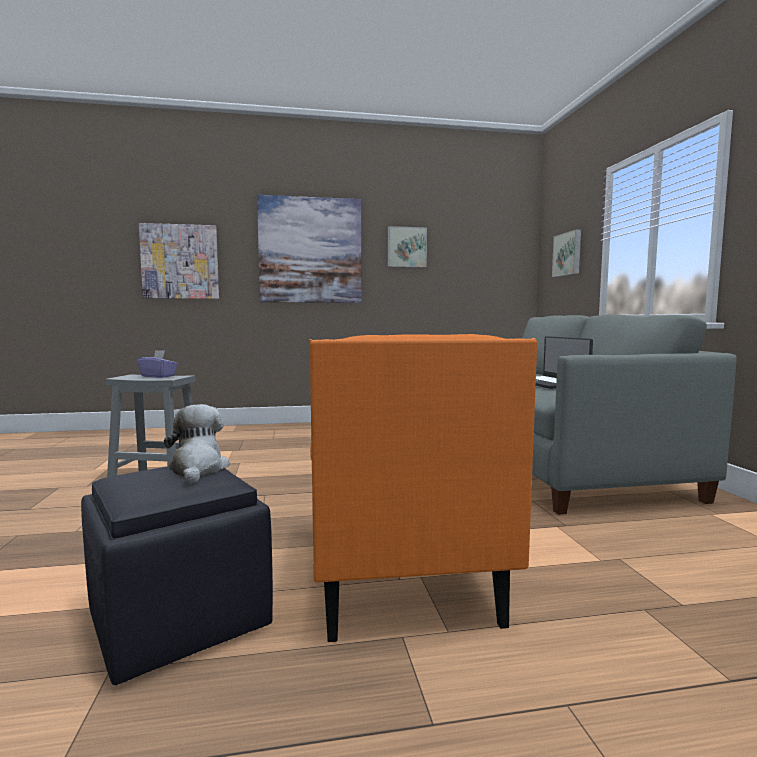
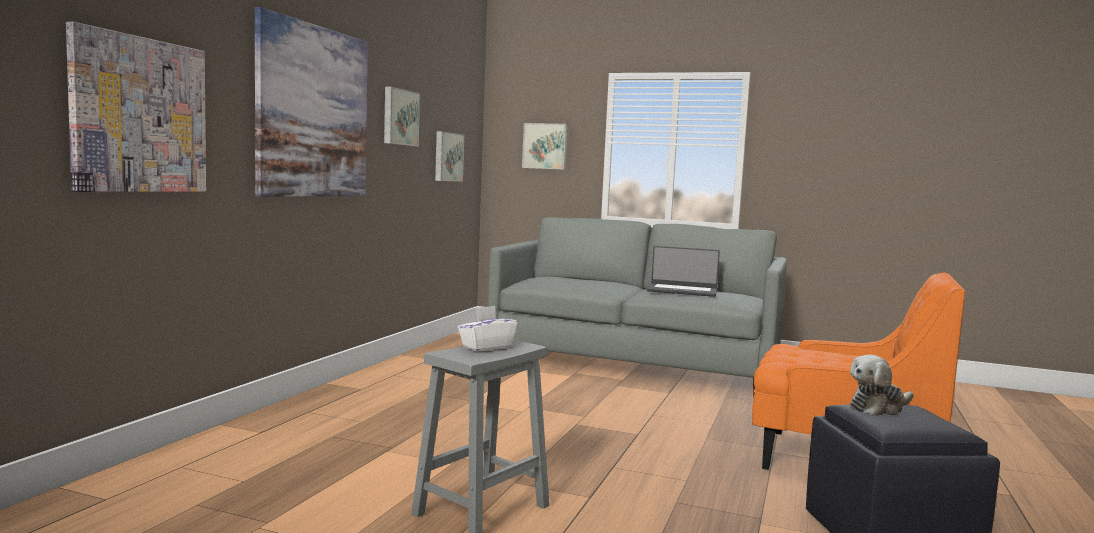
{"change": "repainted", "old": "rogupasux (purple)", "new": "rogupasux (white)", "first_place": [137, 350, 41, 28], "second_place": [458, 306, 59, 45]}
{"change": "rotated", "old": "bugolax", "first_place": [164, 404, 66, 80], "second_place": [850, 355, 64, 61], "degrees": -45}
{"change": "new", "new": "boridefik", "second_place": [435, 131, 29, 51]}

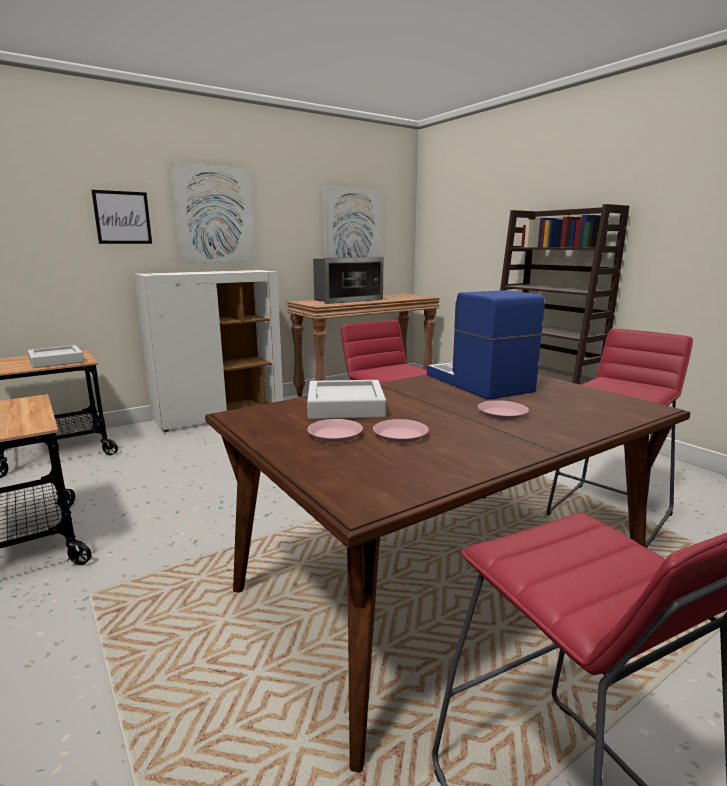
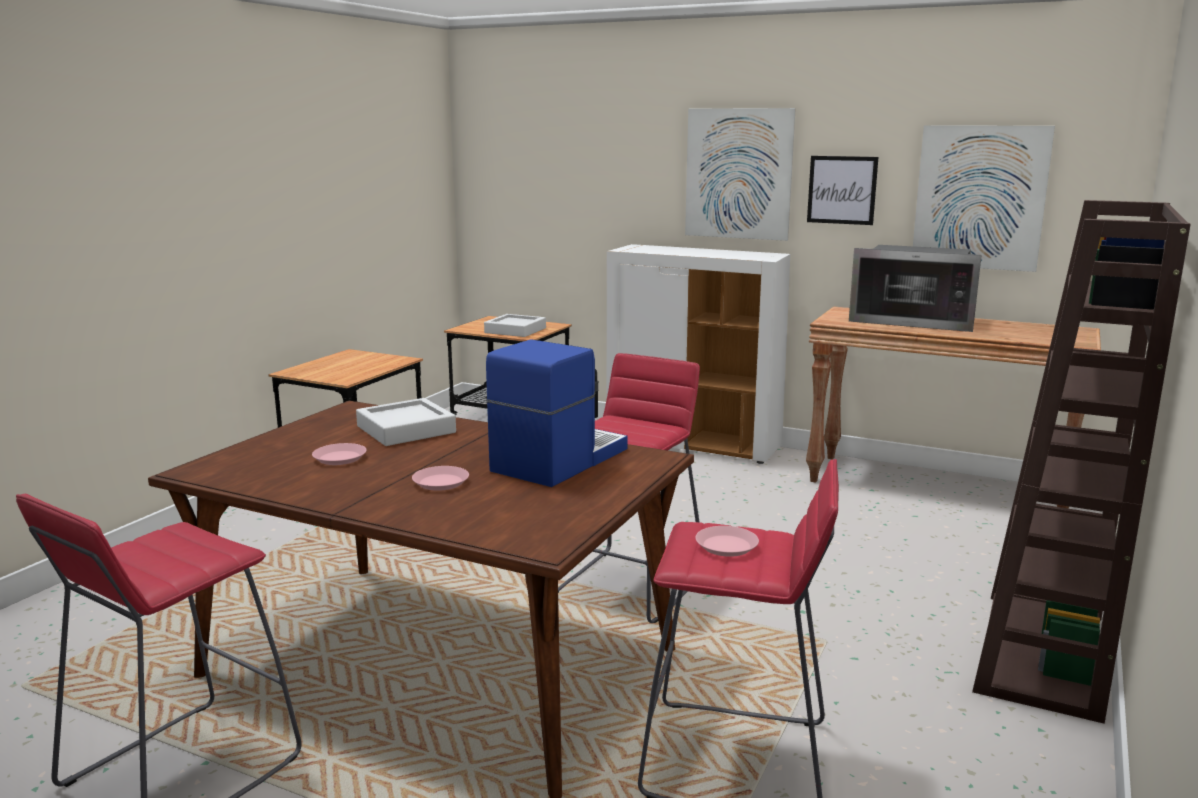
{"change": "shifted", "old": "boridefik", "first_place": [91, 190, 61, 54], "second_place": [807, 156, 71, 69]}
{"change": "shifted", "old": "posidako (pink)", "first_place": [307, 419, 56, 24], "second_place": [695, 526, 64, 31]}

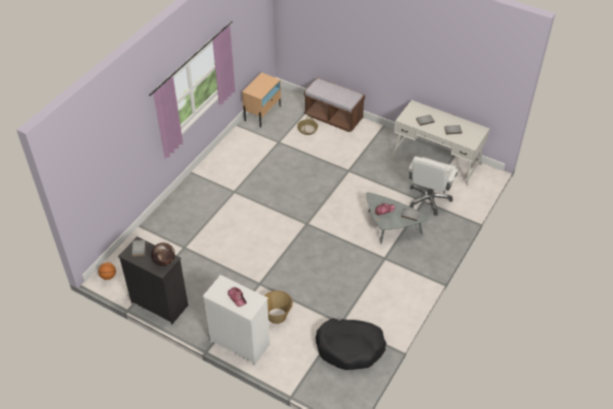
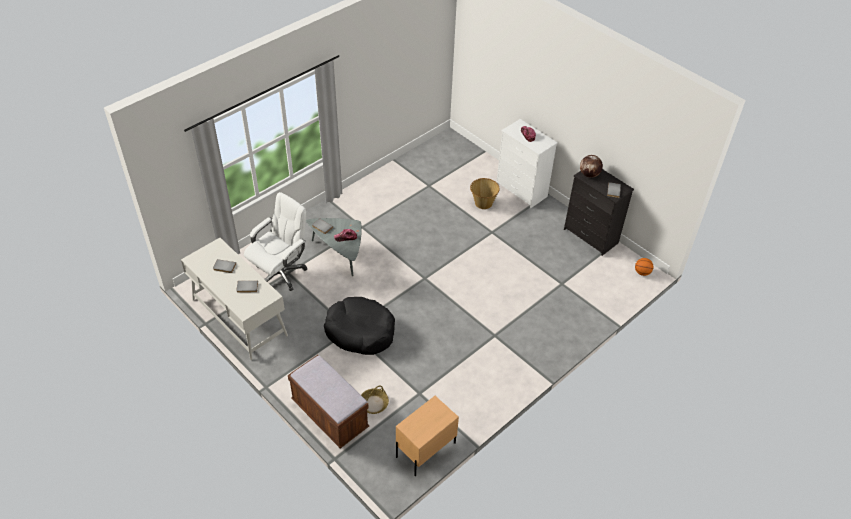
{"change": "shifted", "old": "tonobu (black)", "first_place": [316, 318, 70, 52], "second_place": [324, 297, 71, 58]}

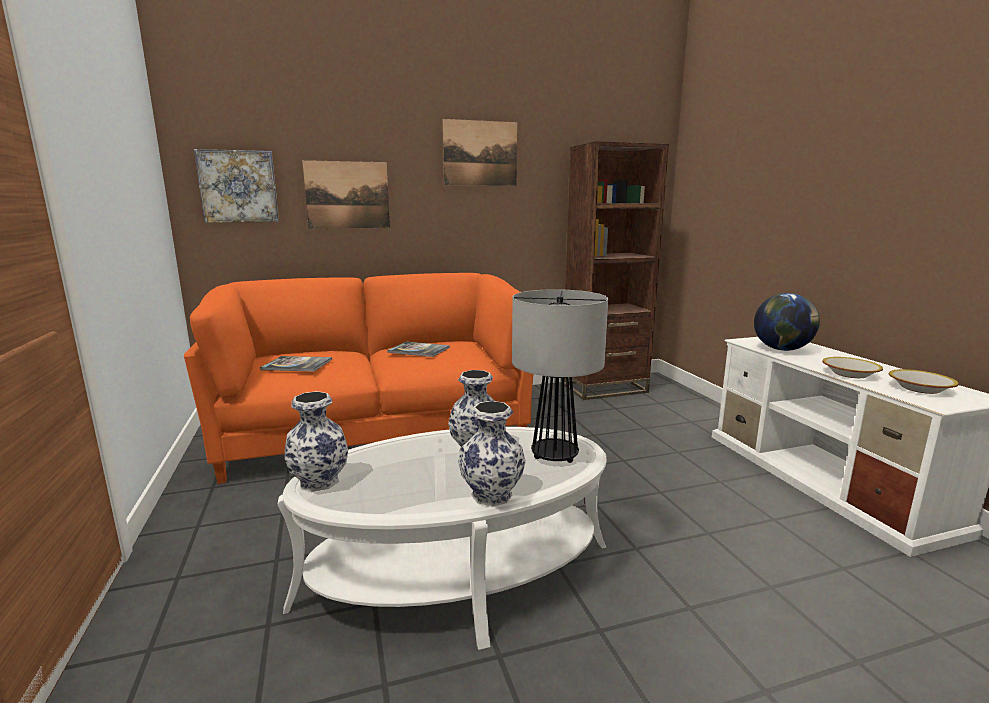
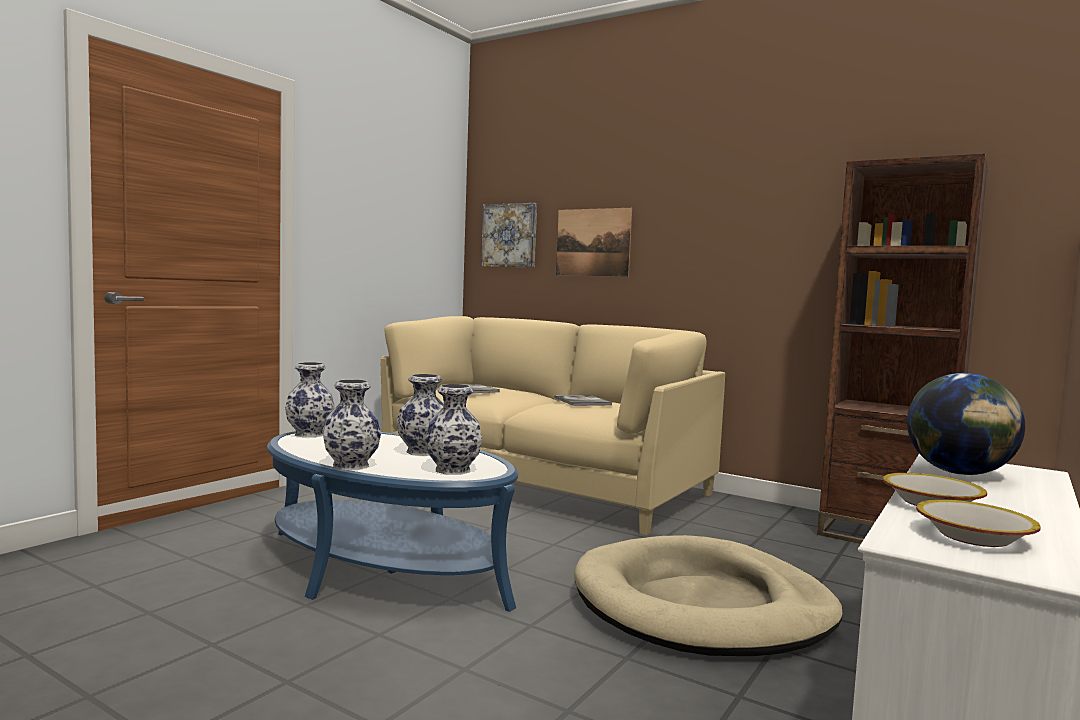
{"change": "gone", "old": "boridefik", "first_place": [443, 119, 74, 67]}
{"change": "repainted", "old": "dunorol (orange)", "new": "dunorol (beige)", "first_place": [184, 273, 349, 211], "second_place": [380, 316, 345, 219]}
{"change": "swapped", "old": "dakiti", "new": "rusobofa", "first_place": [512, 289, 96, 174], "second_place": [426, 384, 56, 91]}
{"change": "repainted", "old": "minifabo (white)", "new": "minifabo (blue)", "first_place": [278, 427, 329, 223], "second_place": [267, 431, 251, 181]}
{"change": "new", "new": "tonobu (beige)", "second_place": [574, 535, 269, 121]}

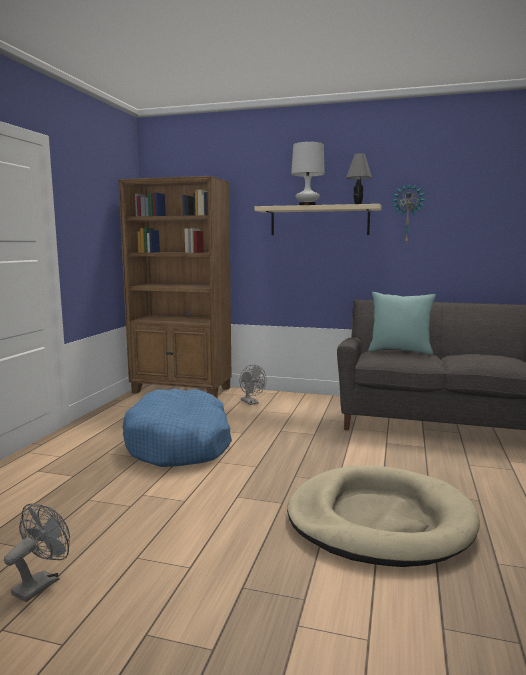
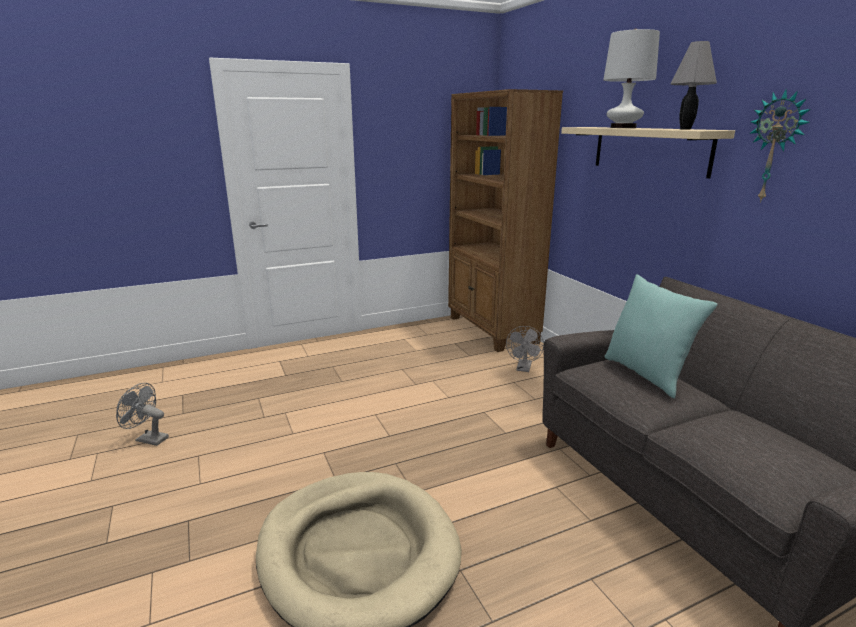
{"change": "gone", "old": "tonobu (blue)", "first_place": [123, 389, 109, 78]}
{"change": "rotated", "old": "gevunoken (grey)", "first_place": [4, 504, 66, 98], "second_place": [116, 383, 53, 63], "degrees": -150}

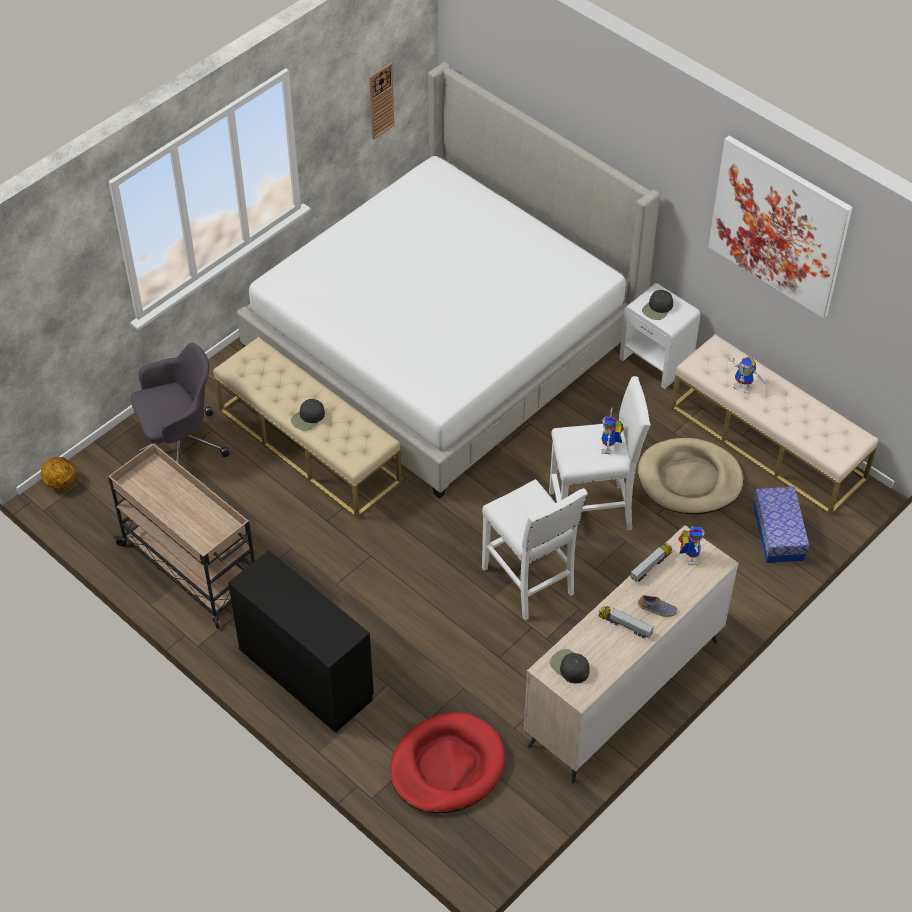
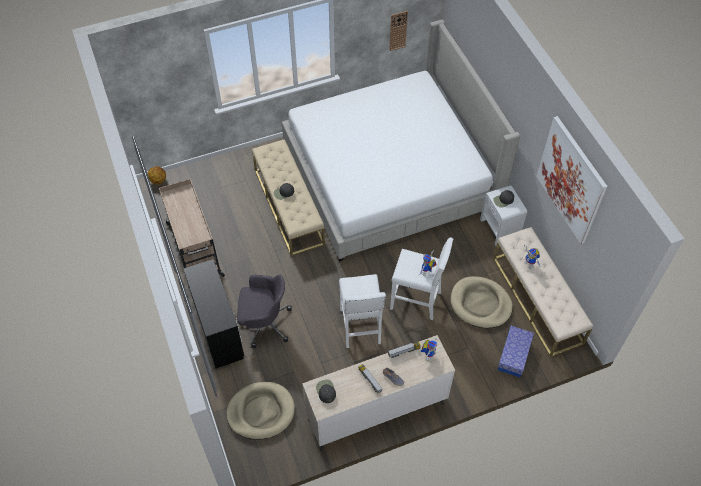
{"change": "shifted", "old": "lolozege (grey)", "first_place": [131, 343, 98, 121], "second_place": [237, 274, 55, 74]}
{"change": "repainted", "old": "tonobu (red)", "new": "tonobu (beige)", "first_place": [390, 712, 115, 101], "second_place": [227, 382, 68, 58]}

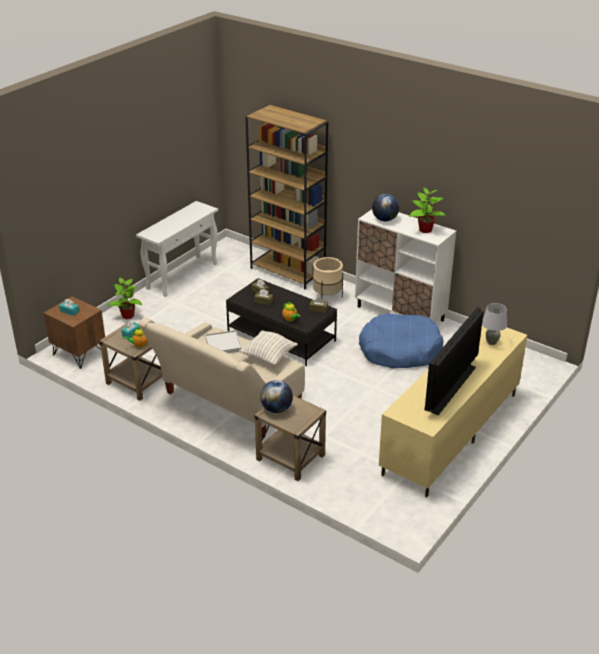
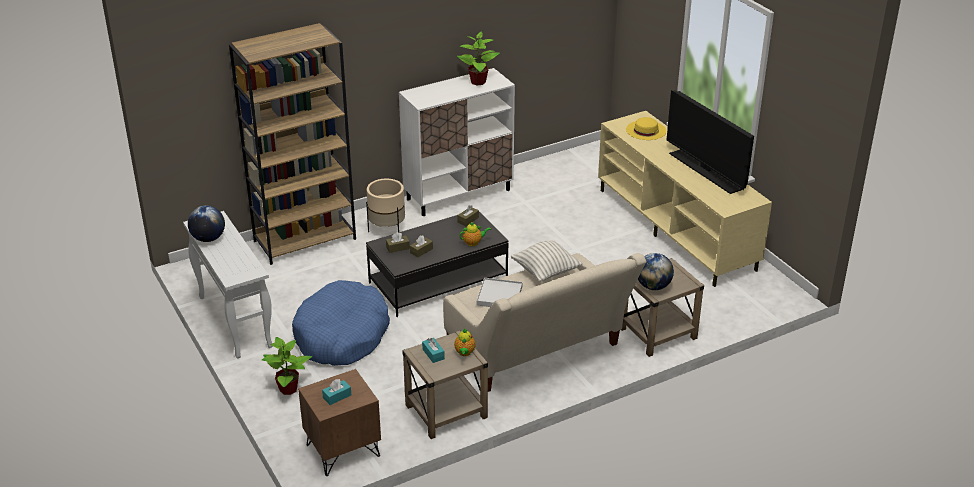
{"change": "shifted", "old": "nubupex", "first_place": [372, 194, 27, 27], "second_place": [188, 205, 37, 37]}
{"change": "swapped", "old": "dakiti (grey)", "new": "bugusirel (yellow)", "first_place": [482, 303, 25, 42], "second_place": [626, 117, 40, 23]}
{"change": "shifted", "old": "tonobu (blue)", "first_place": [359, 314, 85, 55], "second_place": [292, 280, 98, 86]}

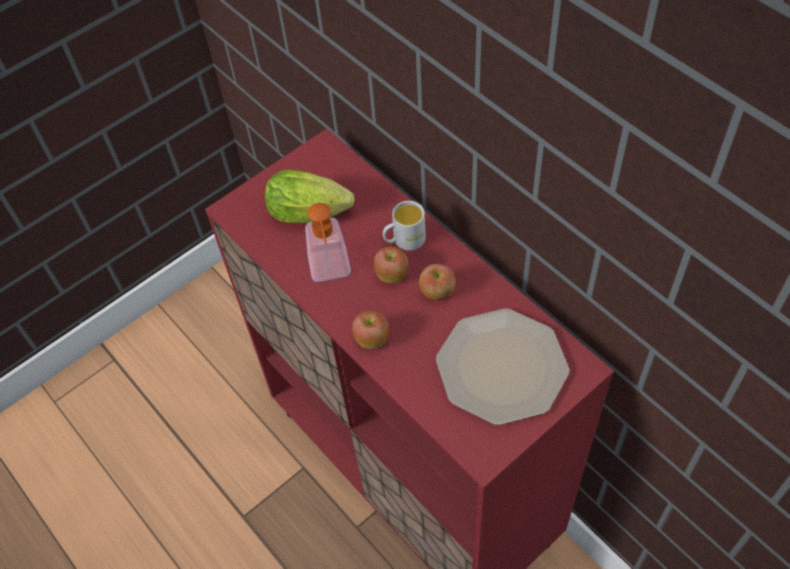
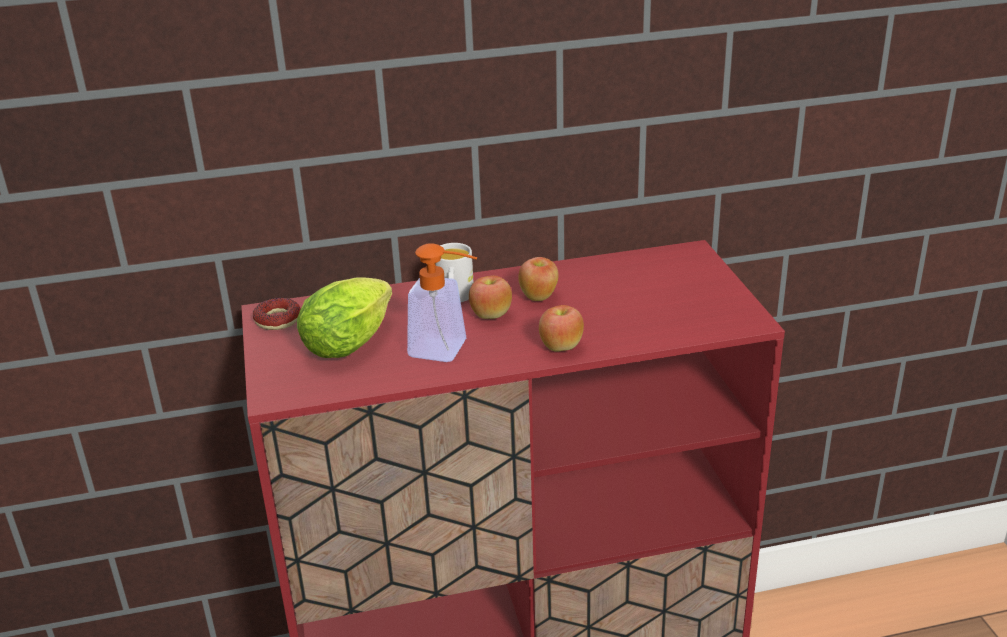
{"change": "gone", "old": "posidako", "first_place": [436, 308, 133, 117]}
{"change": "new", "new": "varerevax", "second_place": [253, 298, 48, 32]}

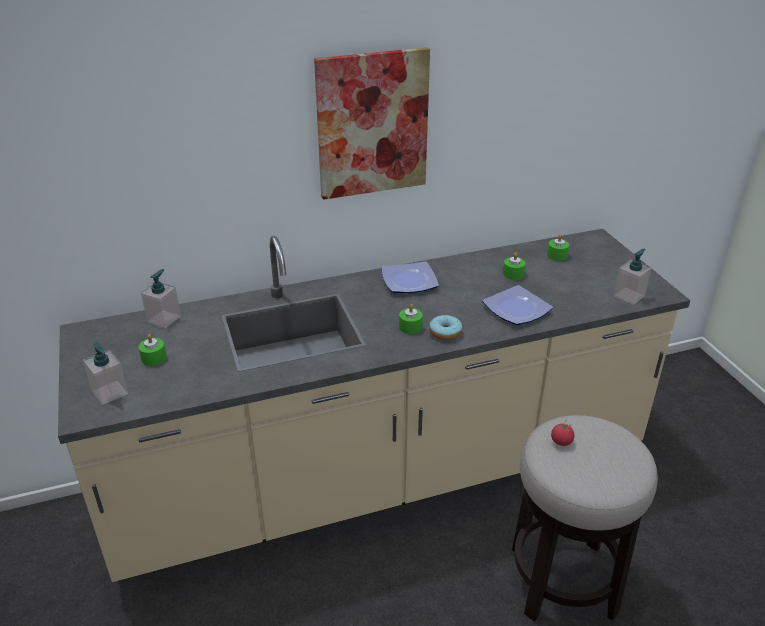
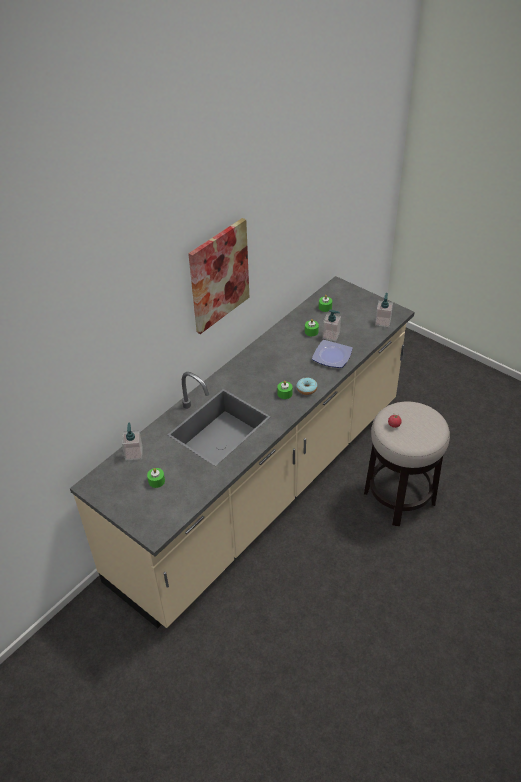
{"change": "gone", "old": "posidako", "first_place": [382, 261, 57, 32]}
{"change": "shifted", "old": "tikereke", "first_place": [83, 342, 45, 63], "second_place": [322, 310, 19, 31]}

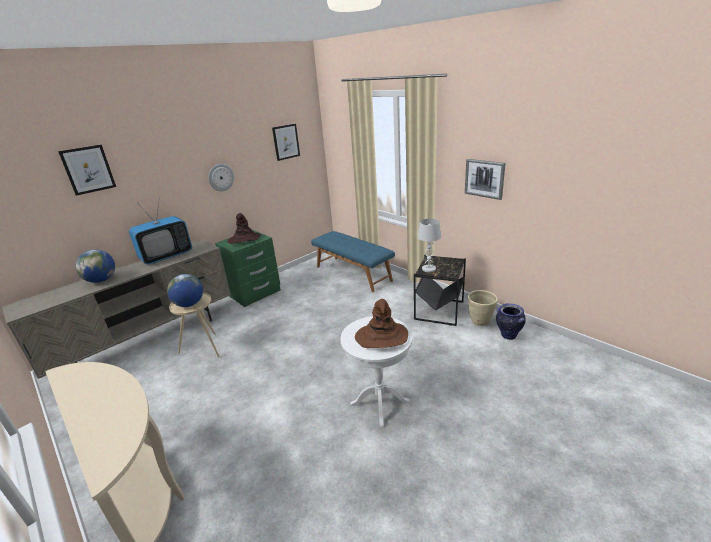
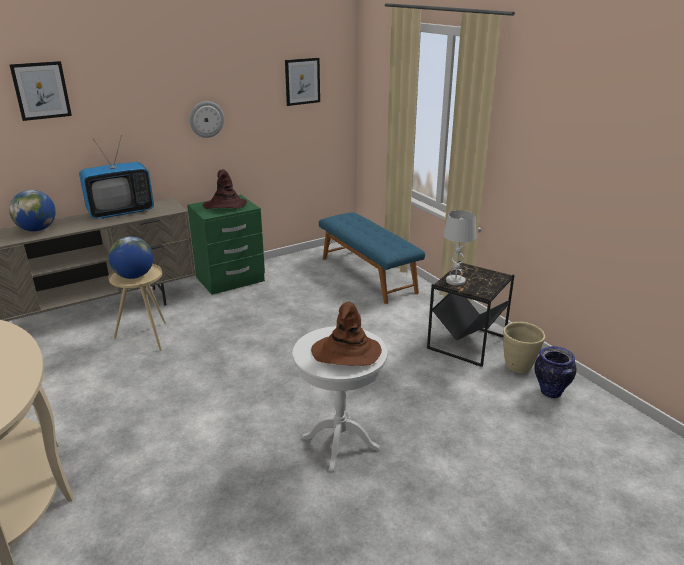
{"change": "gone", "old": "boridefik", "first_place": [465, 159, 40, 41]}

